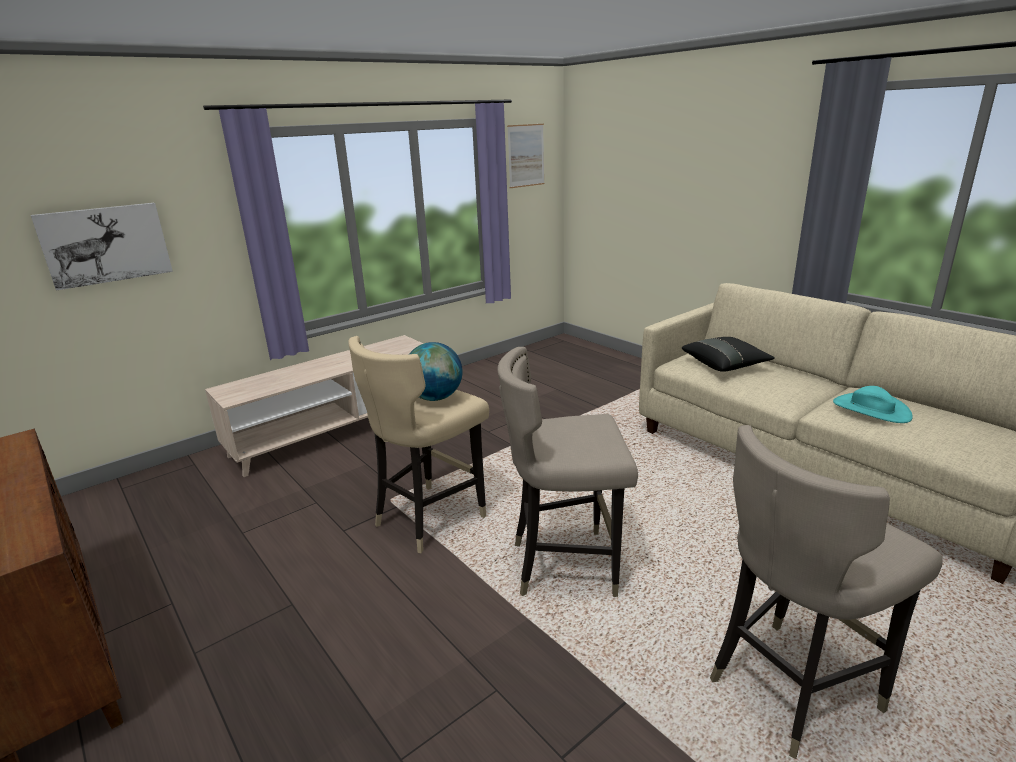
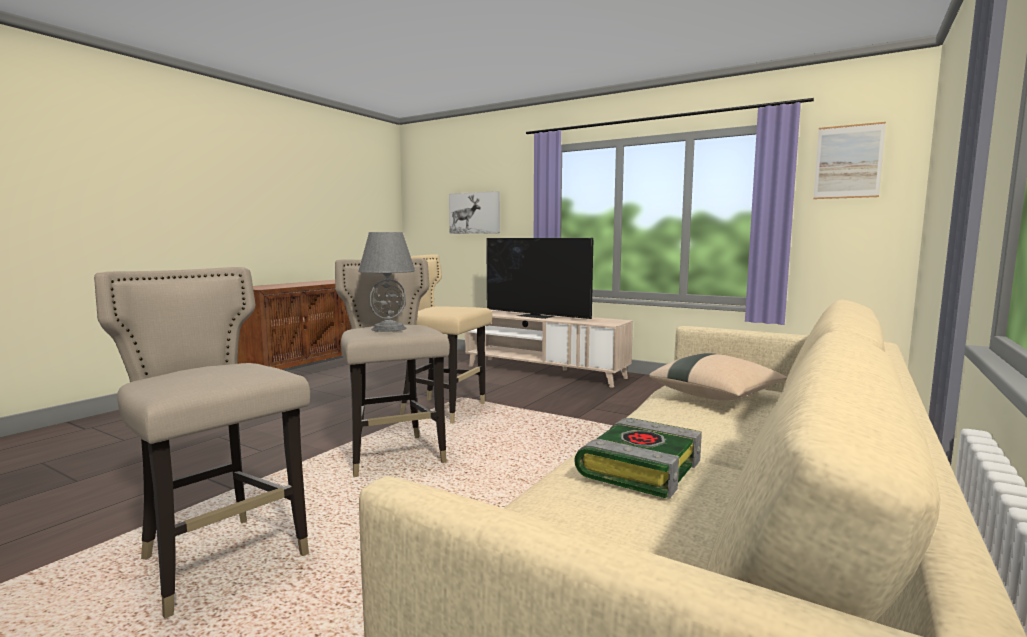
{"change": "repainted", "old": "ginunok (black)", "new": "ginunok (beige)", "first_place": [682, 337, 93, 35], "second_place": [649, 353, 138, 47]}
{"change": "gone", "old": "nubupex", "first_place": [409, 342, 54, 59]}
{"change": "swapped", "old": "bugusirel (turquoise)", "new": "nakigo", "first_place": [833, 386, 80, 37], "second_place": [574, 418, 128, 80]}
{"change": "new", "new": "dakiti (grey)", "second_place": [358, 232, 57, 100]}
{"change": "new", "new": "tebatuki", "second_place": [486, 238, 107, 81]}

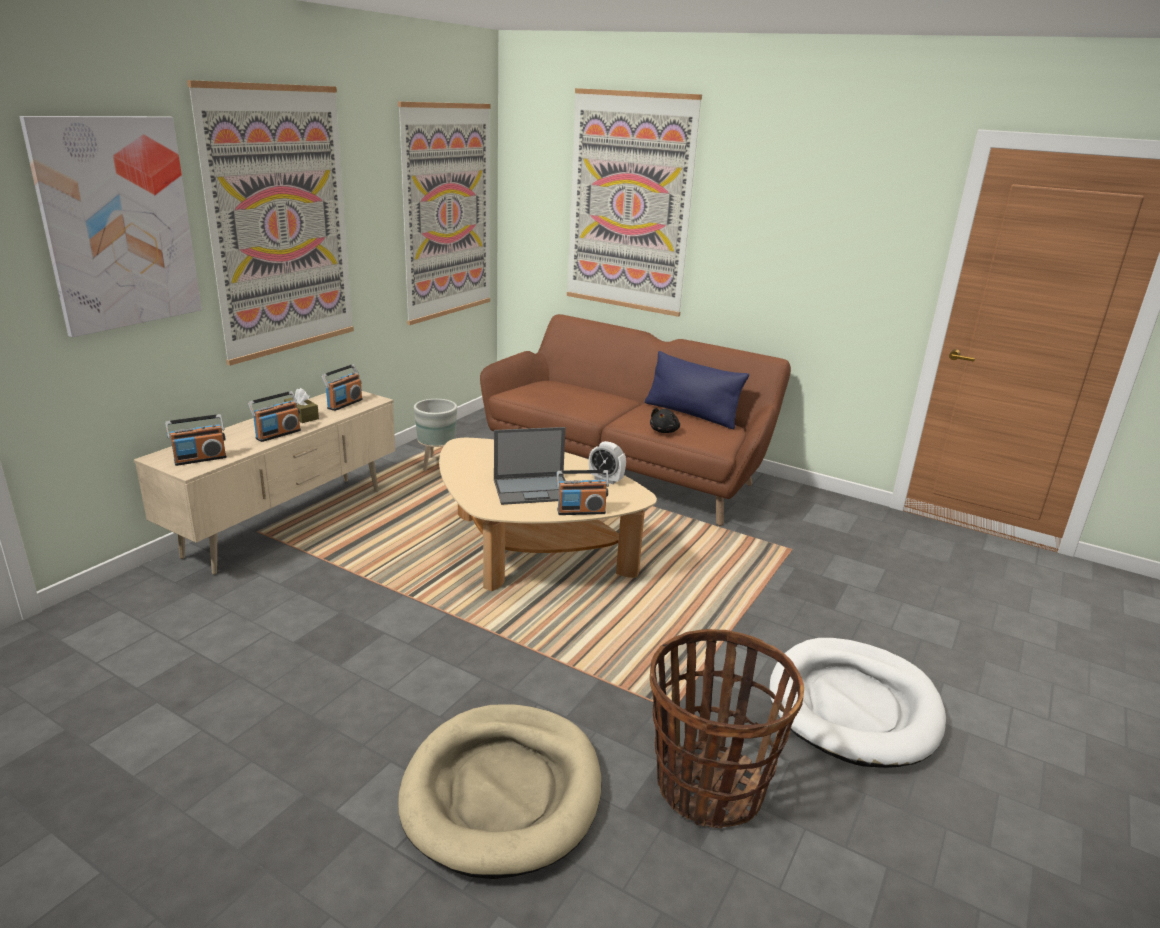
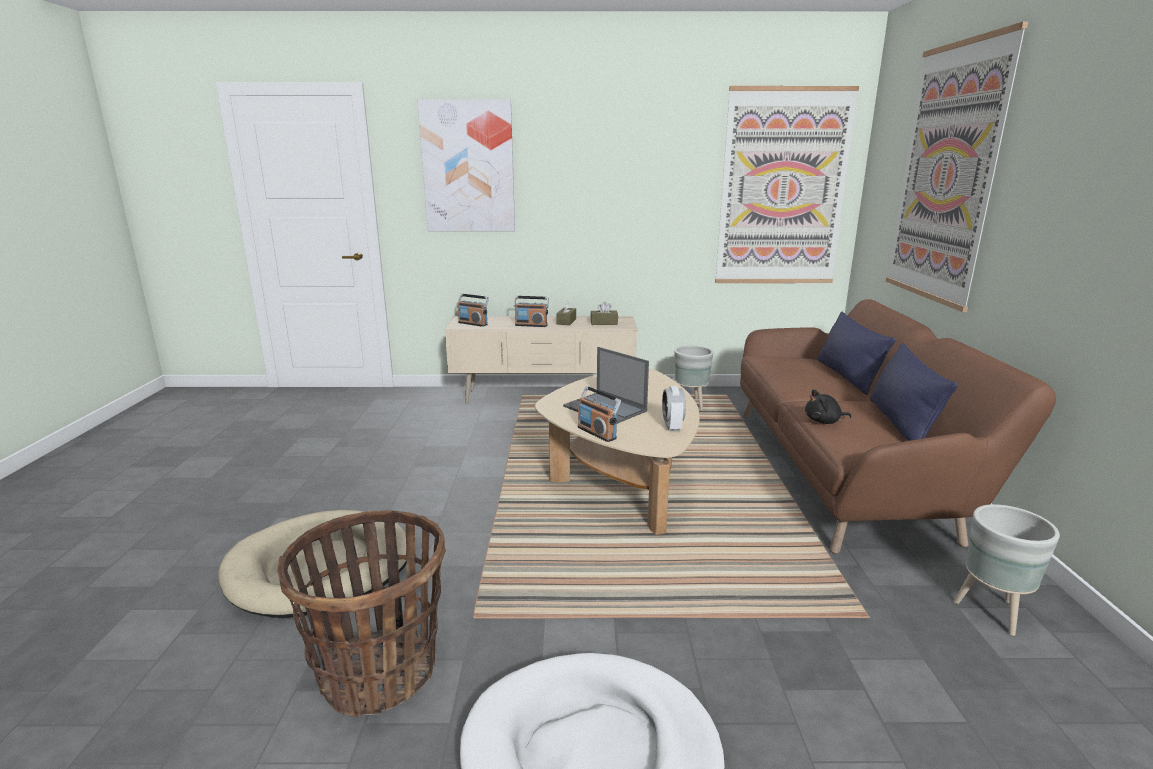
{"change": "gone", "old": "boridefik", "first_place": [187, 80, 167, 286]}
{"change": "swapped", "old": "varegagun", "new": "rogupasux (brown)", "first_place": [321, 364, 42, 47], "second_place": [591, 301, 27, 24]}
{"change": "new", "new": "ginunok (blue)", "second_place": [817, 312, 79, 83]}
{"change": "new", "new": "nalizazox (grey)", "second_place": [953, 504, 107, 132]}

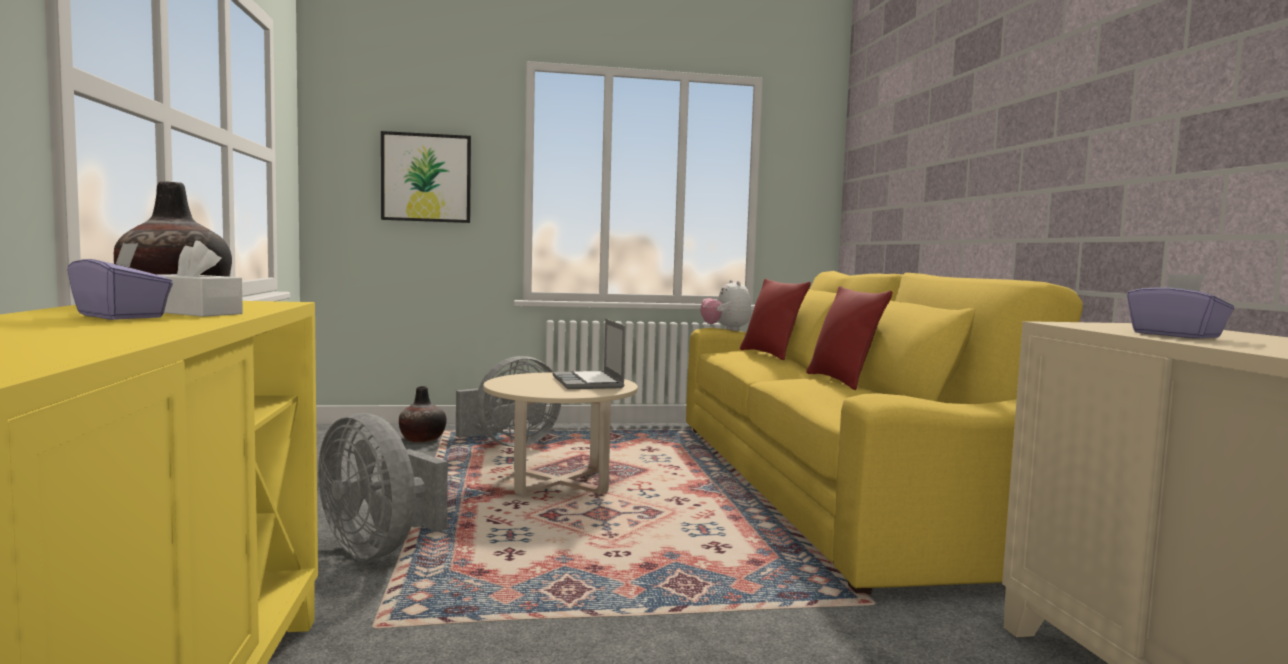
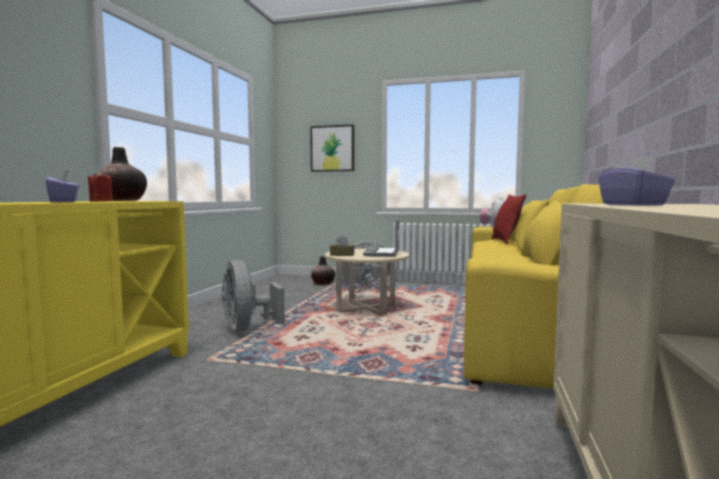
{"change": "swapped", "old": "rogupasux (white)", "new": "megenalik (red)", "first_place": [160, 240, 83, 77], "second_place": [88, 171, 25, 31]}
{"change": "gone", "old": "ginunok (red)", "first_place": [806, 286, 87, 104]}
{"change": "new", "new": "rogupasux (brown)", "second_place": [330, 236, 24, 20]}

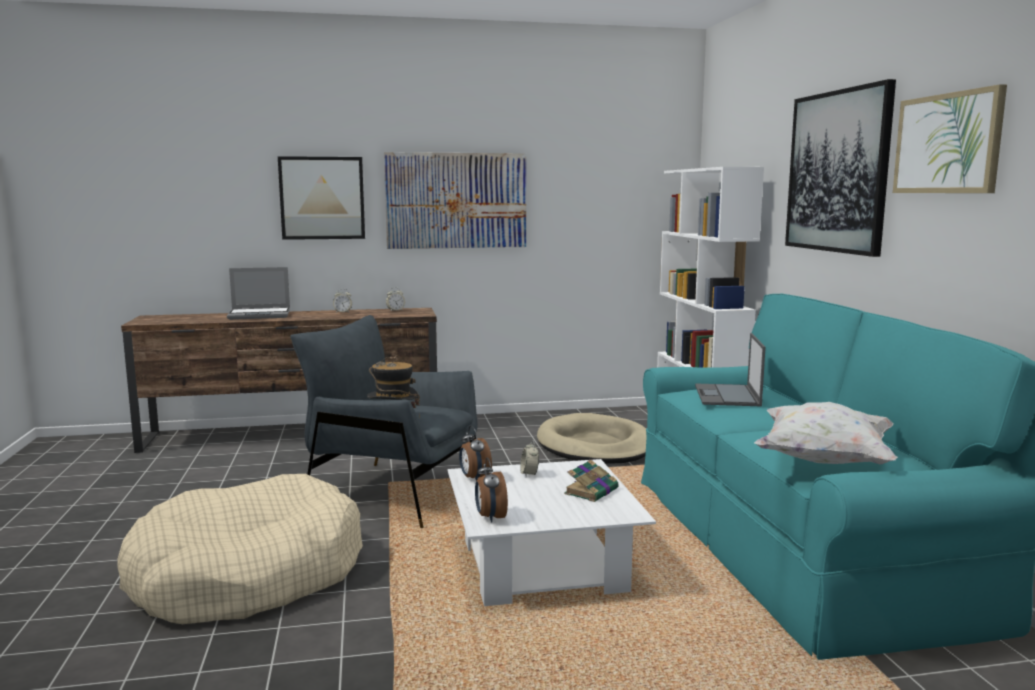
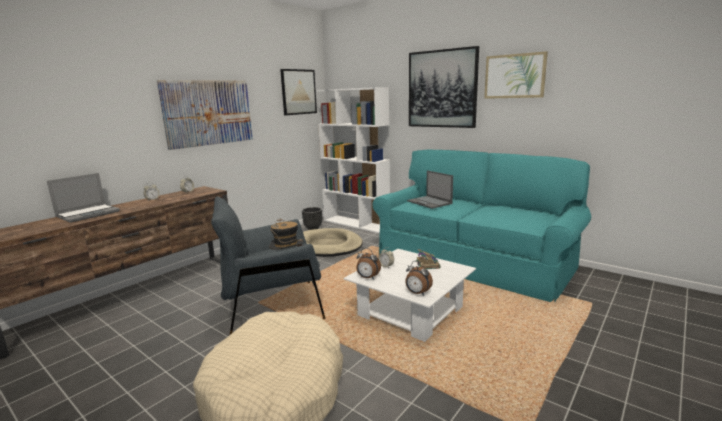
{"change": "shifted", "old": "boridefik", "first_place": [278, 156, 87, 84], "second_place": [280, 69, 37, 46]}
{"change": "gone", "old": "ginunok (white)", "first_place": [754, 402, 144, 63]}
{"change": "new", "new": "nalizazox (black)", "second_place": [302, 207, 20, 23]}

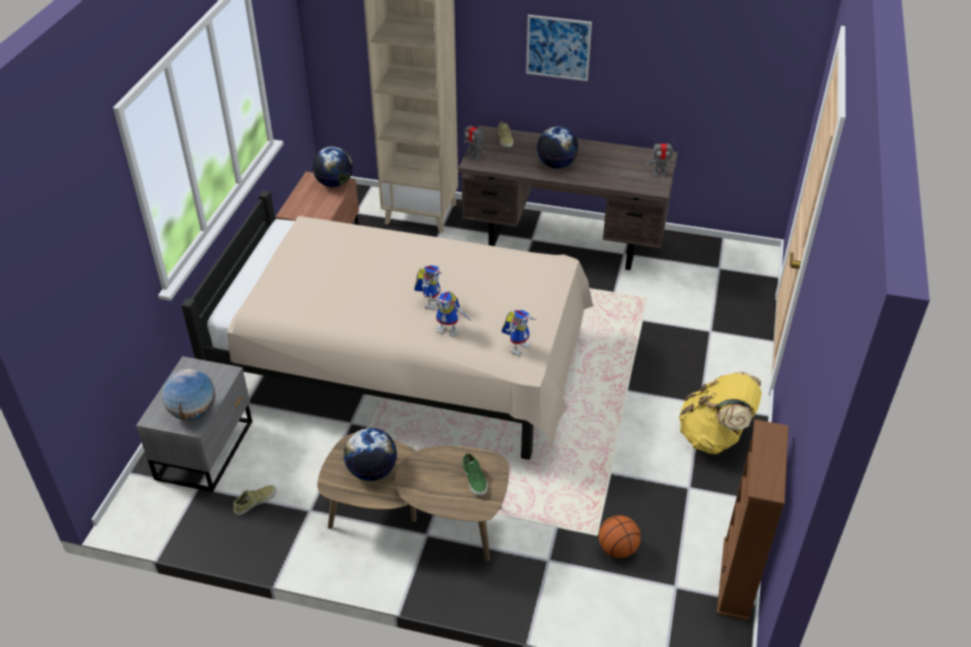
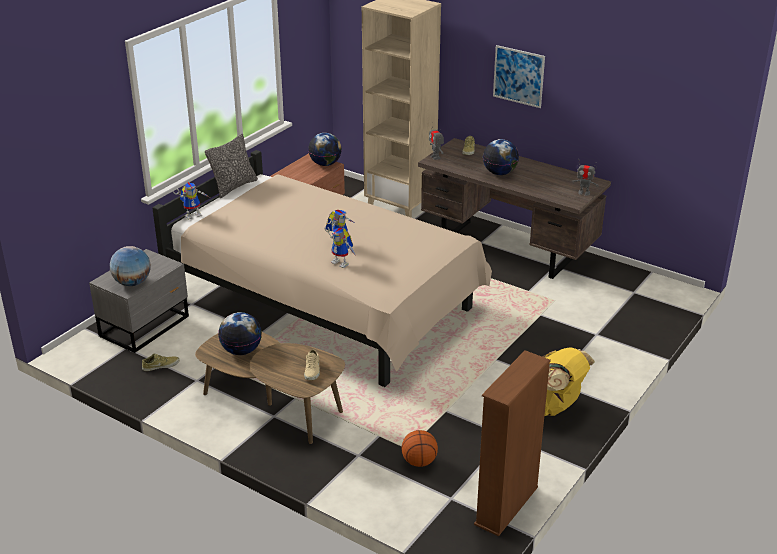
{"change": "shifted", "old": "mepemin", "first_place": [502, 310, 34, 46], "second_place": [173, 182, 37, 38]}
{"change": "repainted", "old": "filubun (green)", "new": "filubun (beige)", "first_place": [463, 453, 25, 43], "second_place": [304, 349, 16, 31]}
{"change": "new", "new": "ginunok", "second_place": [205, 134, 53, 64]}

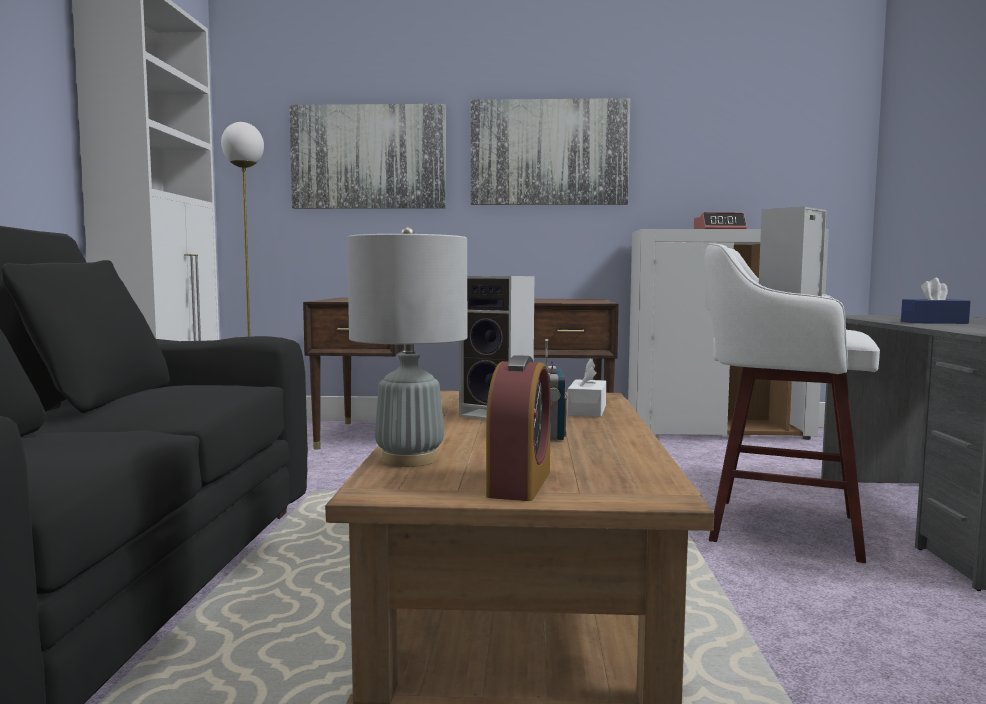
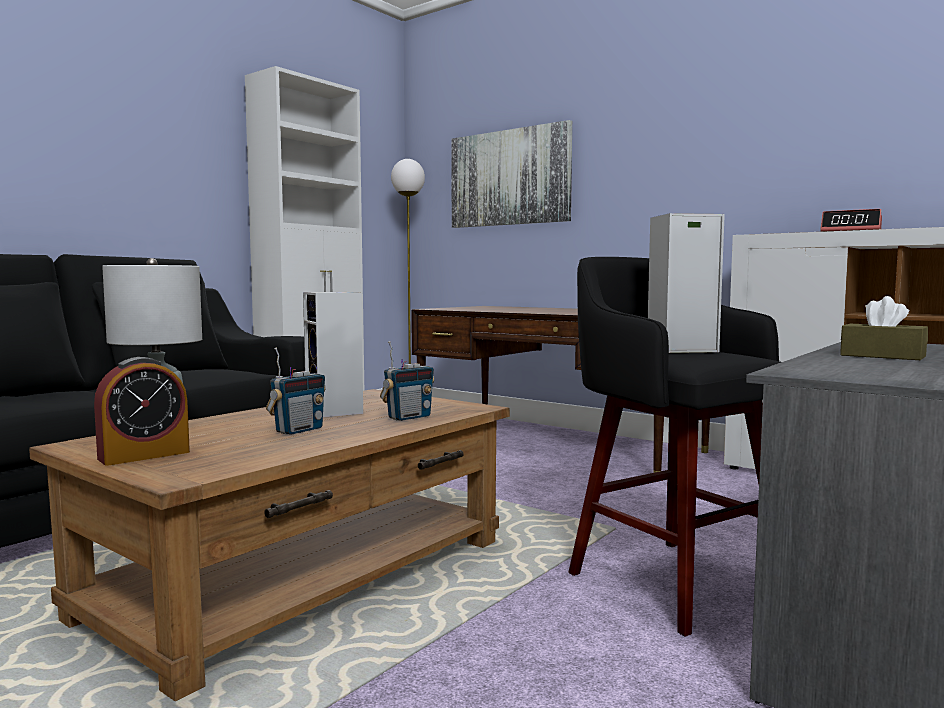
{"change": "gone", "old": "boridefik", "first_place": [471, 98, 159, 107]}
{"change": "repainted", "old": "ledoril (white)", "new": "ledoril (black)", "first_place": [704, 243, 176, 320], "second_place": [568, 257, 213, 380]}
{"change": "repainted", "old": "rogupasux (blue)", "new": "rogupasux (brown)", "first_place": [901, 278, 70, 46], "second_place": [840, 296, 88, 64]}
{"change": "swapped", "old": "rogupasux (white)", "new": "varegagun", "first_place": [567, 358, 39, 59], "second_place": [380, 341, 54, 80]}

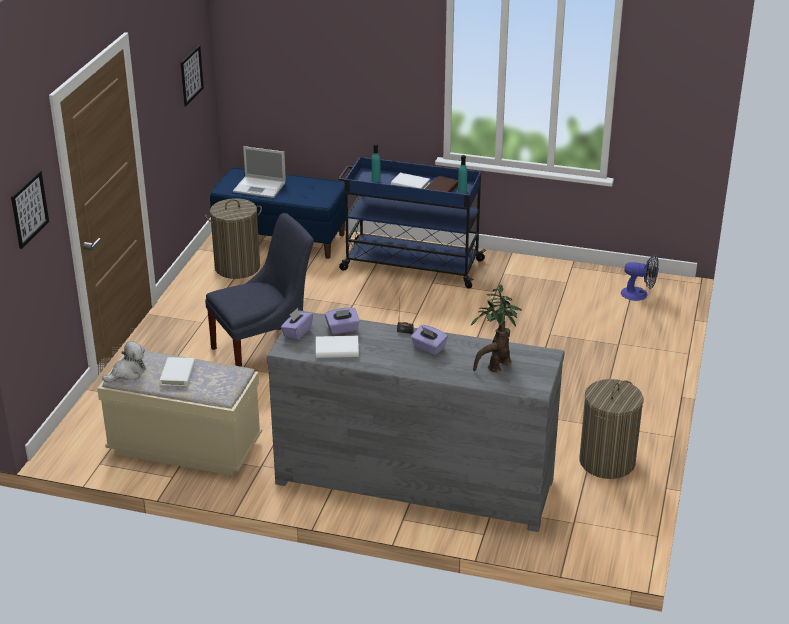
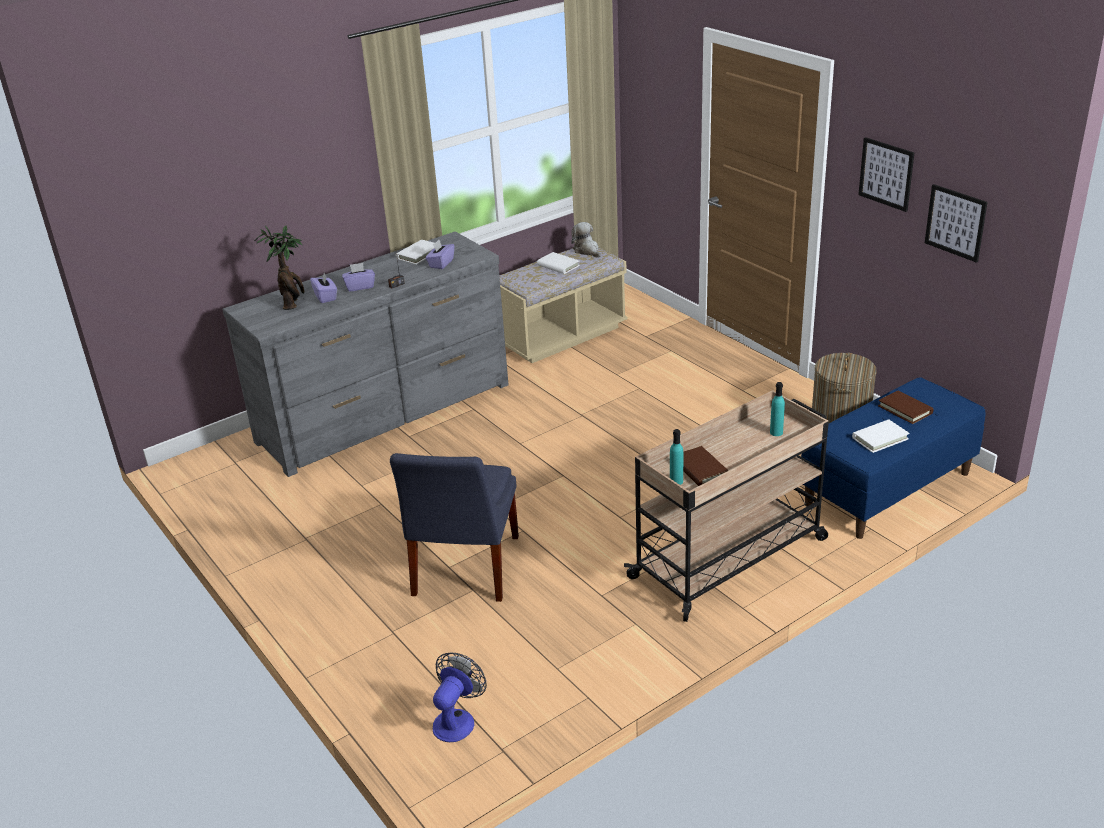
{"change": "swapped", "old": "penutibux", "new": "nakigo (brown)", "first_place": [233, 146, 53, 52], "second_place": [878, 390, 56, 34]}
{"change": "repainted", "old": "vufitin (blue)", "new": "vufitin (beige)", "first_place": [338, 157, 149, 132], "second_place": [624, 390, 205, 232]}
{"change": "shifted", "old": "boridefik", "first_place": [11, 171, 38, 78], "second_place": [858, 137, 56, 75]}
{"change": "shifted", "old": "nakigo (white)", "first_place": [391, 173, 39, 16], "second_place": [852, 419, 58, 34]}
{"change": "shifted", "old": "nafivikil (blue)", "first_place": [205, 213, 109, 154], "second_place": [390, 453, 129, 149]}
{"change": "rotated", "old": "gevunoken", "first_place": [621, 255, 38, 46], "second_place": [433, 652, 54, 90], "degrees": 150}
{"change": "shifted", "old": "rogupasux (purple)", "first_place": [281, 308, 32, 33], "second_place": [310, 273, 27, 30]}
{"change": "rotated", "old": "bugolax", "first_place": [102, 341, 44, 41], "second_place": [571, 222, 30, 36], "degrees": 150}
{"change": "gone", "old": "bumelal", "first_place": [579, 379, 64, 100]}

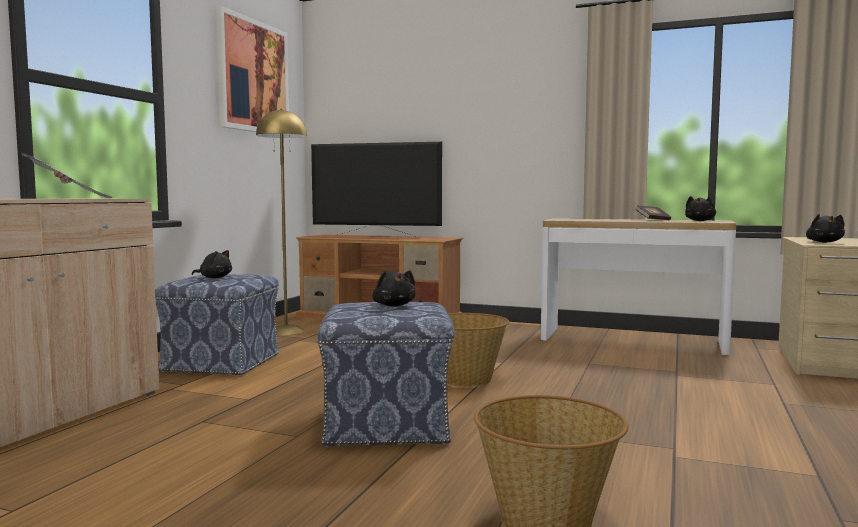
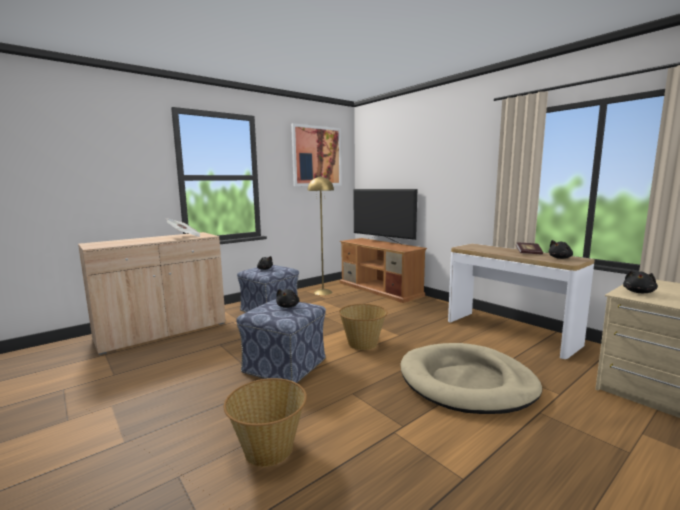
{"change": "new", "new": "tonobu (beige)", "second_place": [400, 343, 142, 71]}

